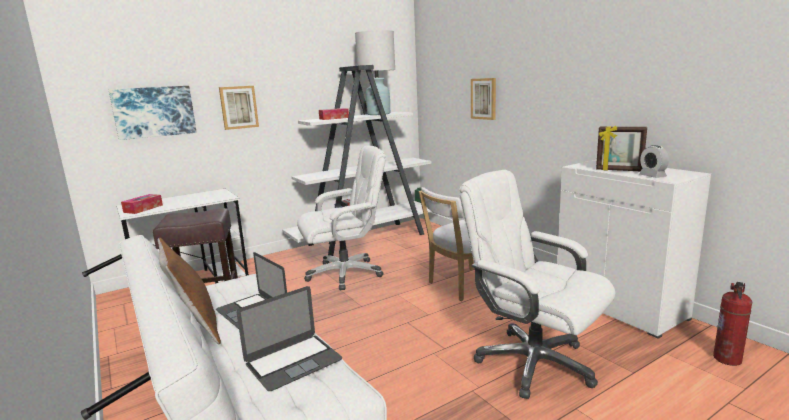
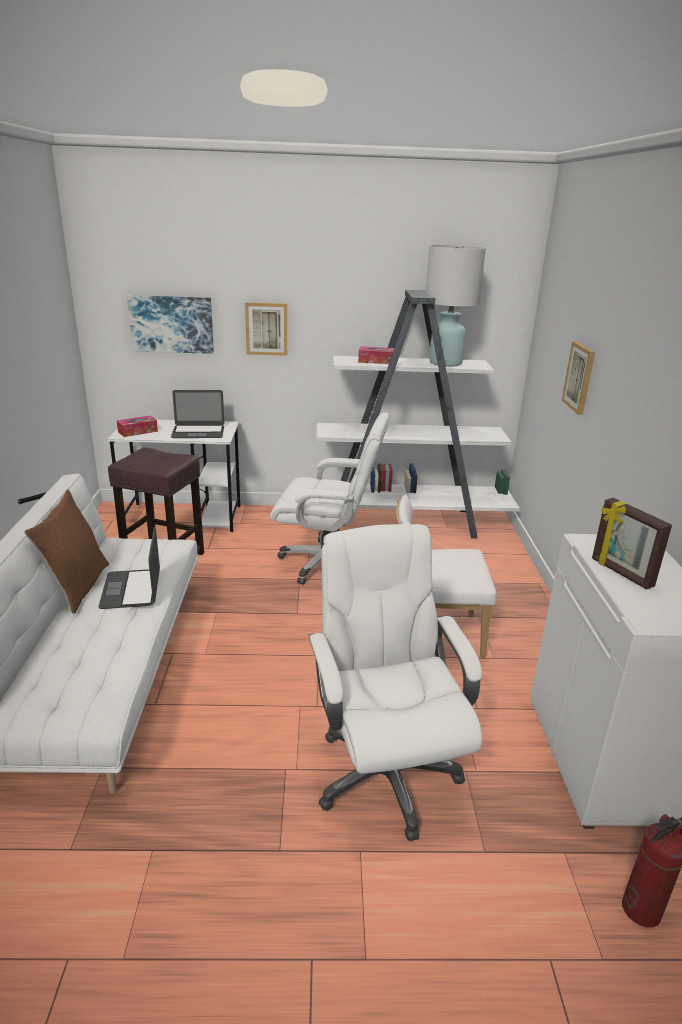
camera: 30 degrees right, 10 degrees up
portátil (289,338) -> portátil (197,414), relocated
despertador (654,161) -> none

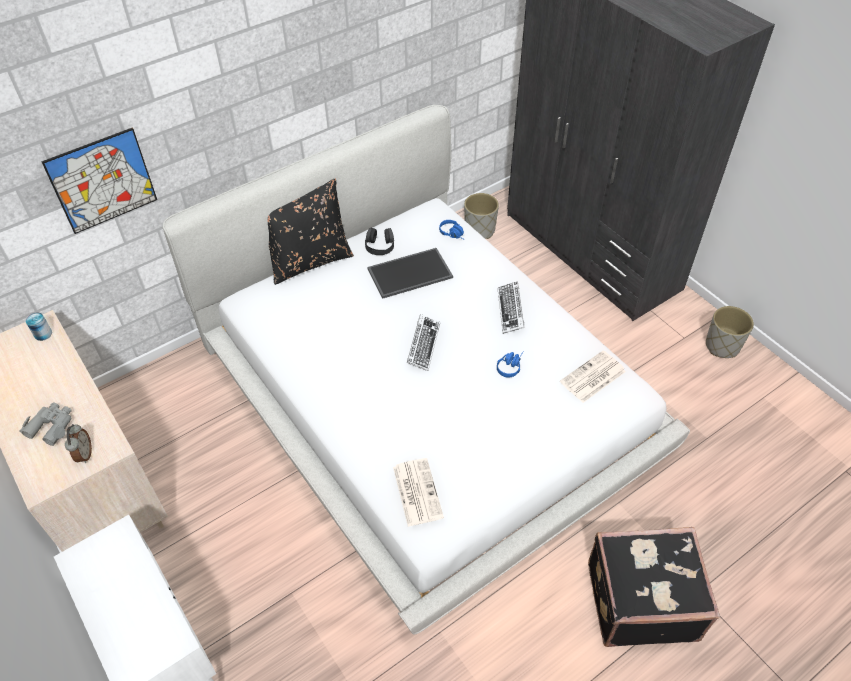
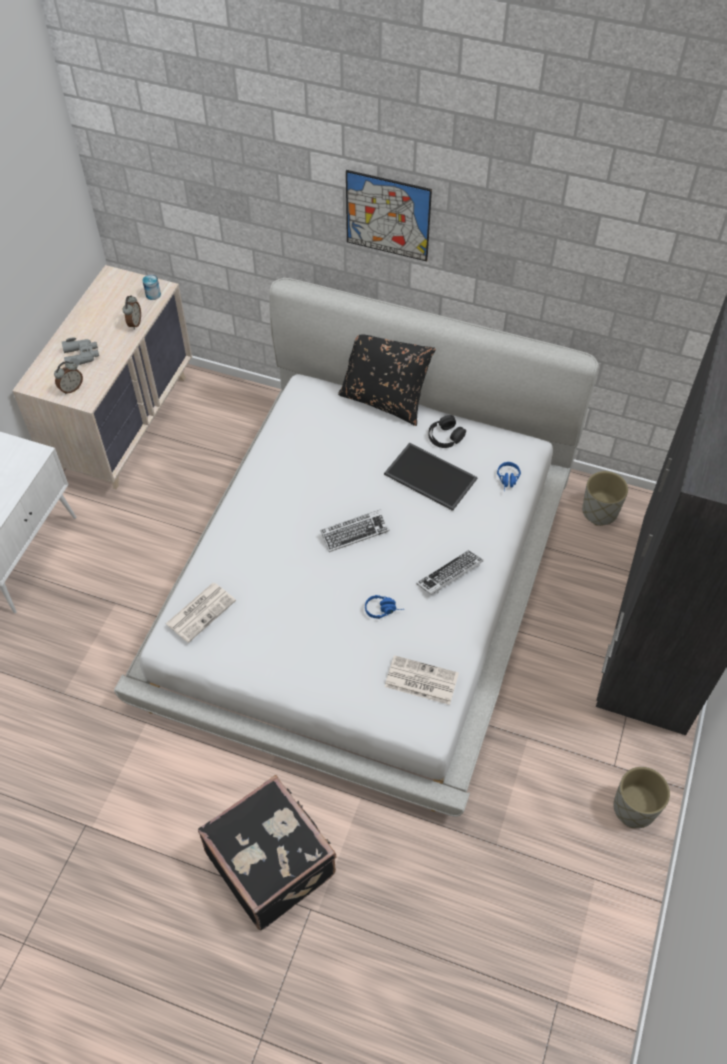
camera: 55 degrees right, 5 degrees up
cuadro (99,181) -> cuadro (389,215), relocated
none -> despertador (132,312)

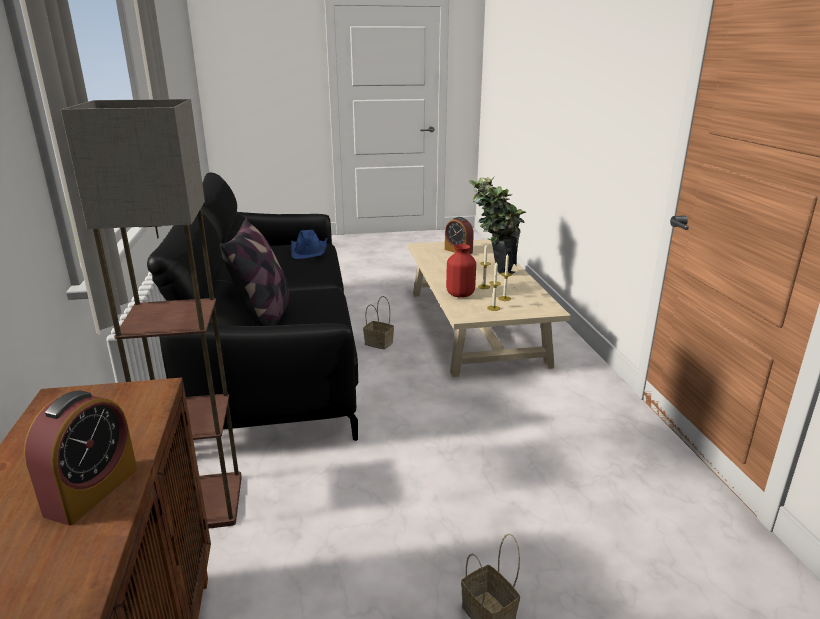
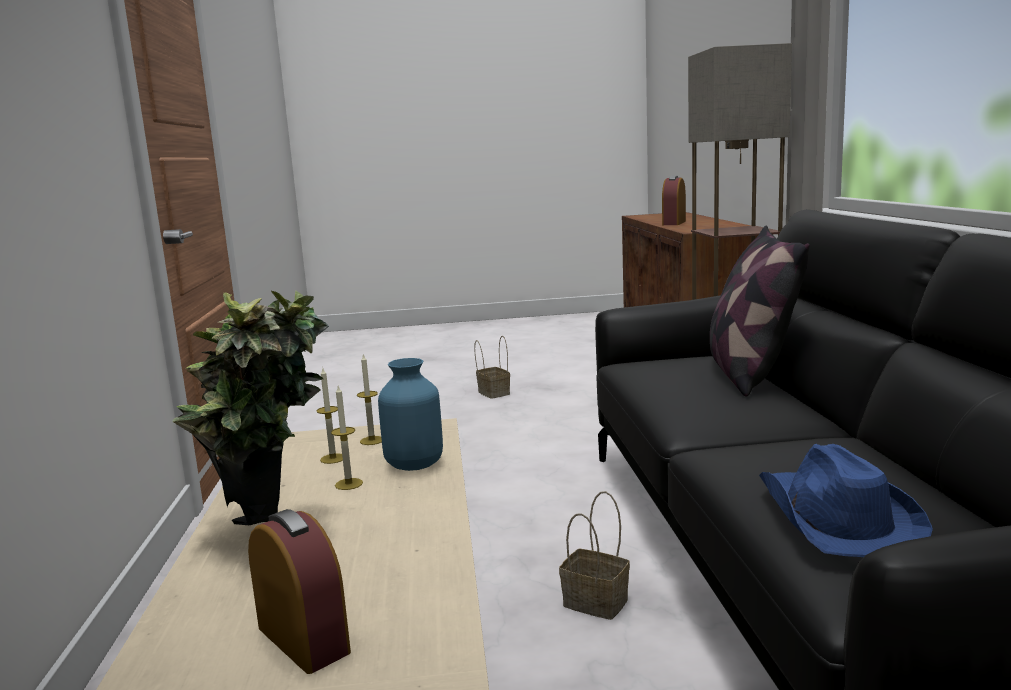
camera: 175 degrees left, 10 degrees down
florero [rojo] (461,271) -> florero [azul] (410,414)

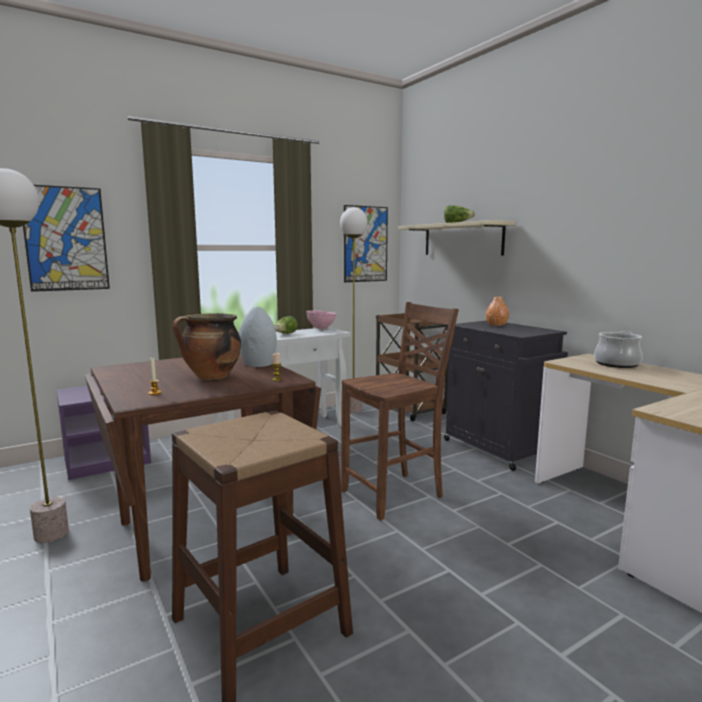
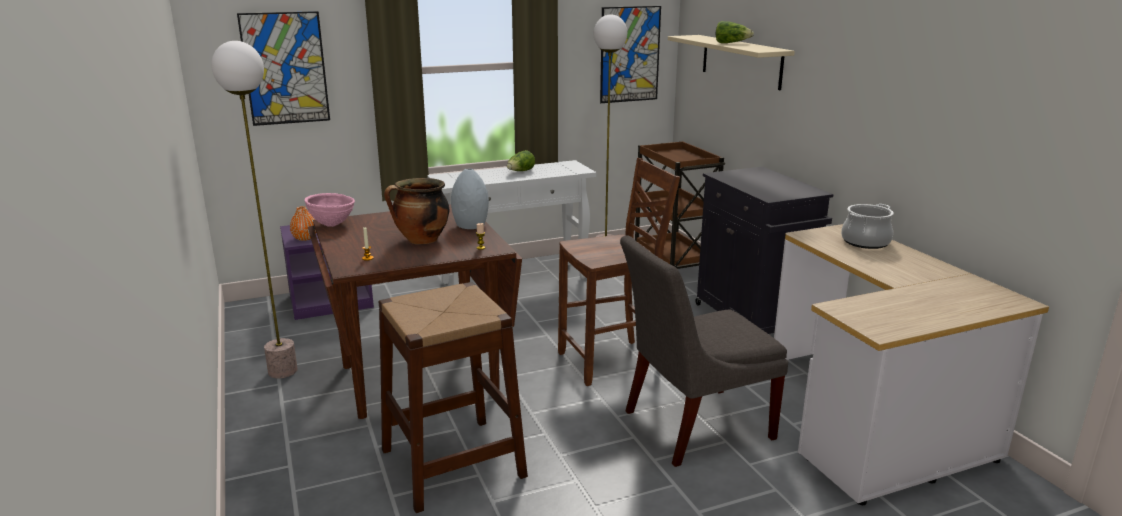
camera: 10 degrees right, 10 degrees up
cuenco [rosa] (321,319) -> cuenco [rosa] (330,210), relocated
florero [naranja] (497,311) -> florero [naranja] (303,223), relocated
none -> silla [gris] (704,351)

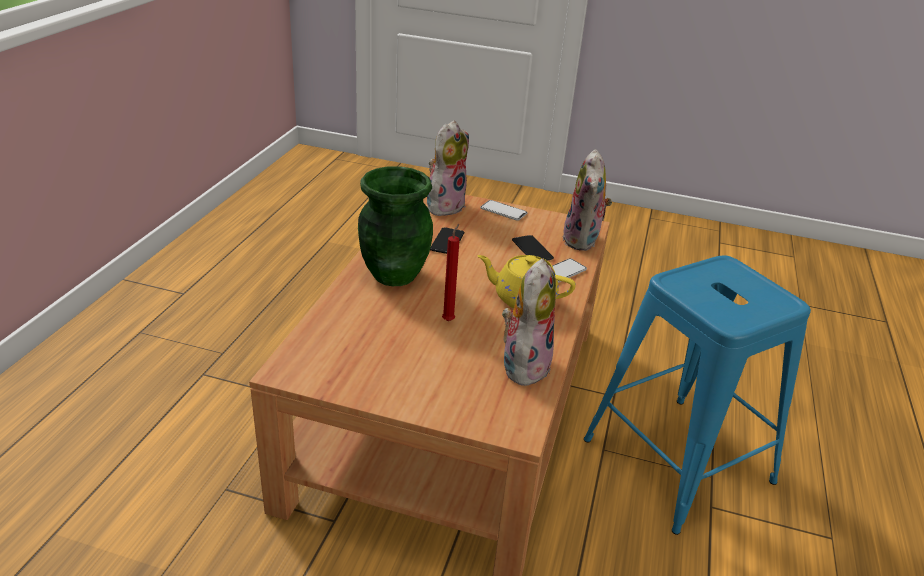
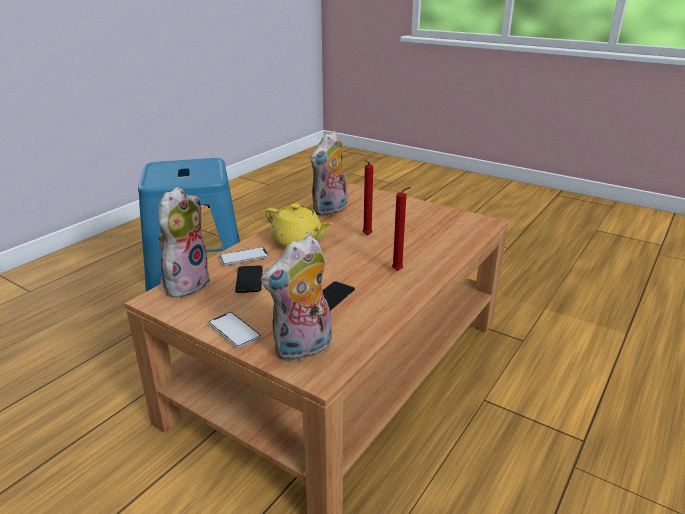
camera: 160 degrees left, 5 degrees down
florero [verde] (395,226) -> vela [rojo] (401,229)

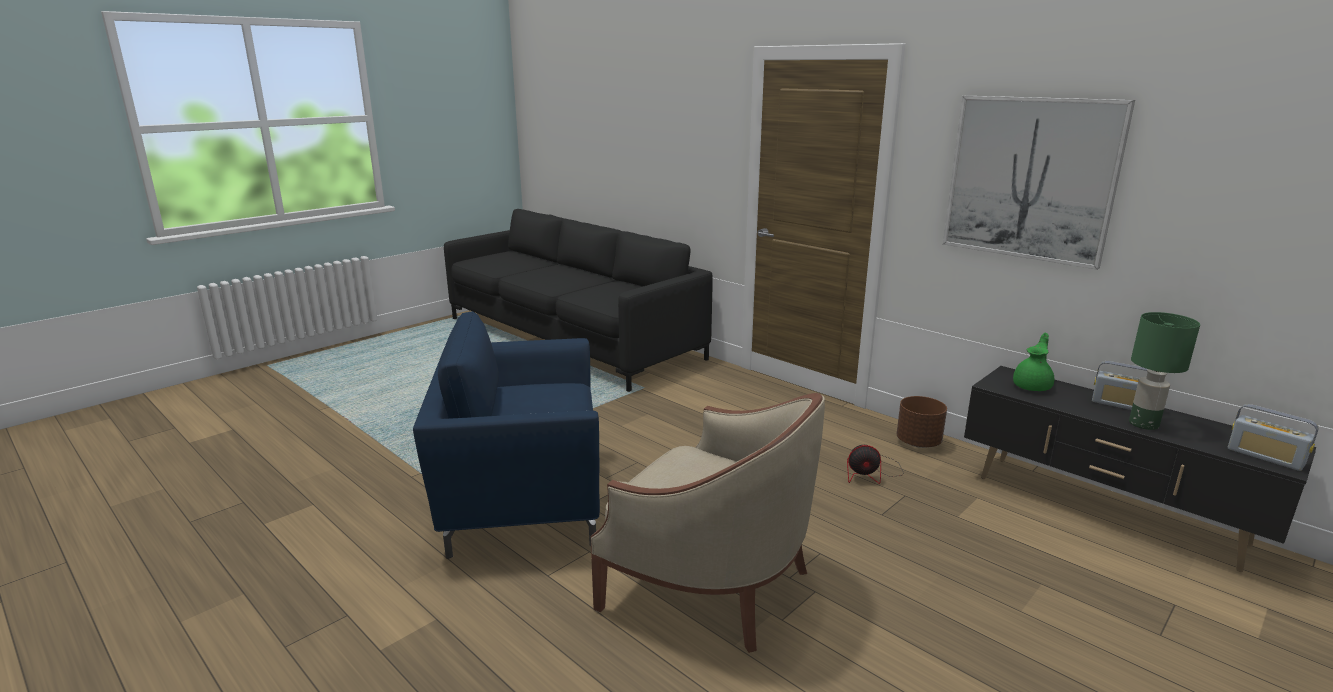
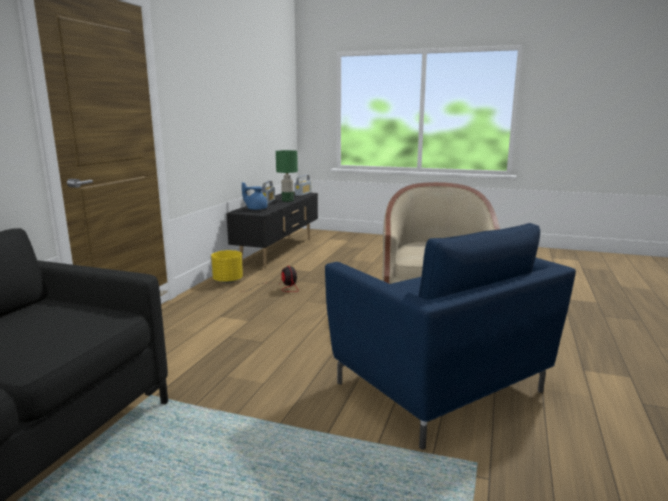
camera: 115 degrees left, 5 degrees down
maceta [marrón] (922,422) -> maceta [amarillo] (227,266)
cuadro (1039,183) -> none
tetera [verde] (1033,362) -> tetera [azul] (255,196)

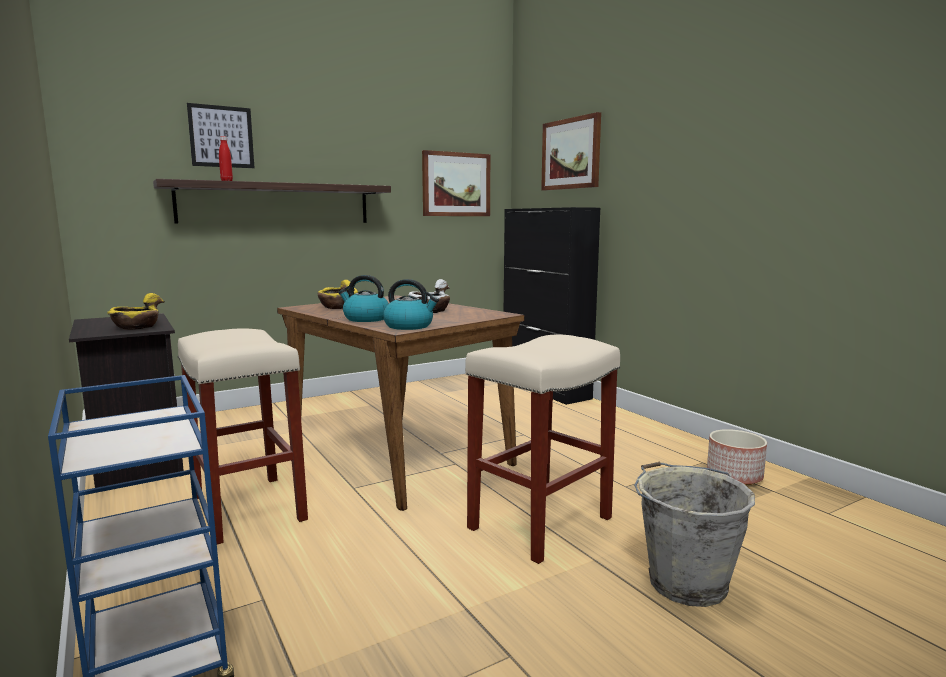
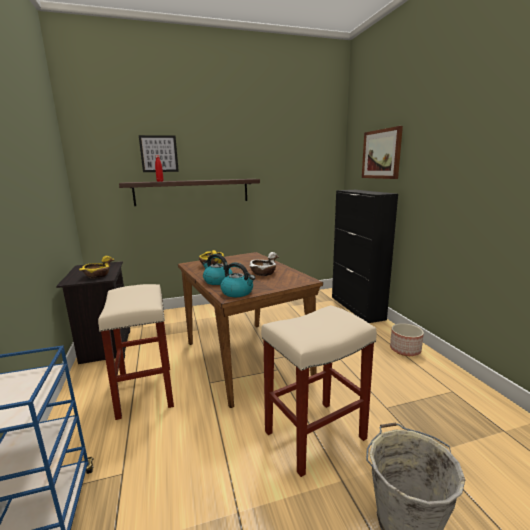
camera: 15 degrees right, 5 degrees up
cuadro (456,183) -> none
maceta (737,457) -> maceta (407,339), relocated

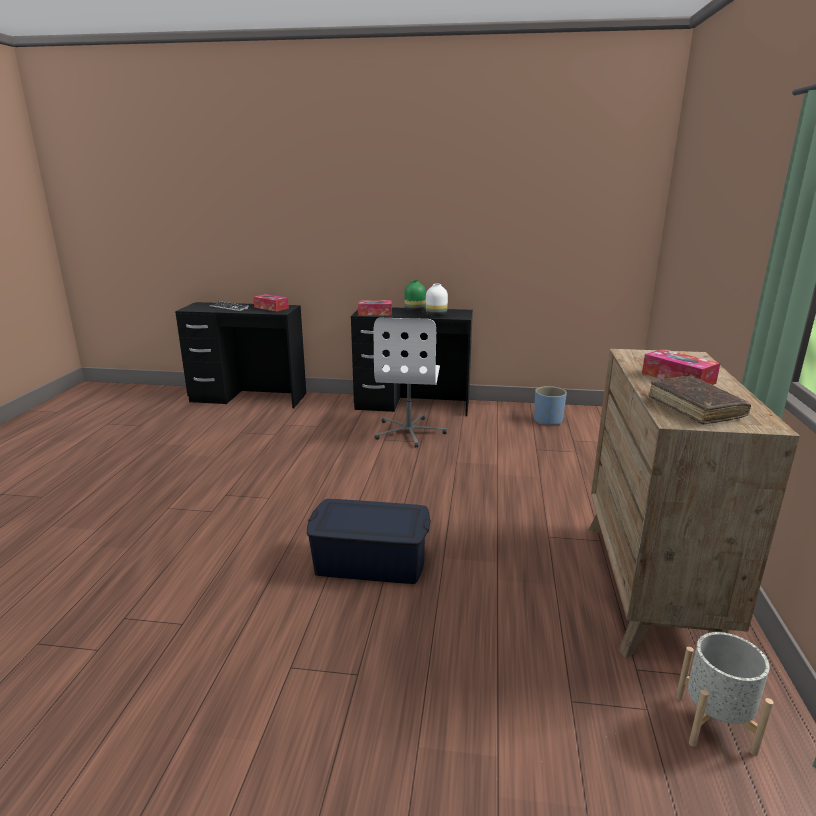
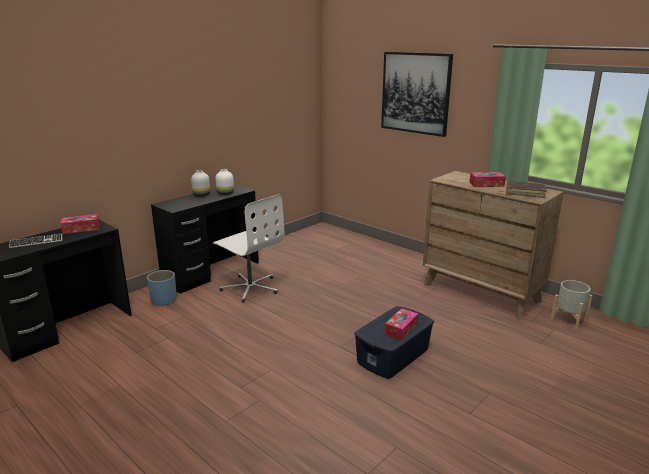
camera: 55 degrees left, 0 degrees up
caja de pañuelos (375,308) -> caja de pañuelos (401,324), relocated
florero [verde] (415,296) -> florero [blanco] (200,183)
maceta [azul] (550,405) -> maceta [azul] (162,288), relocated
none -> cuadro (417,94)

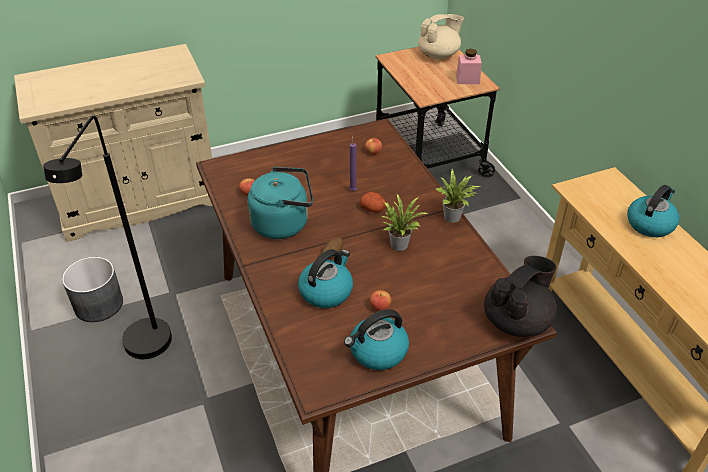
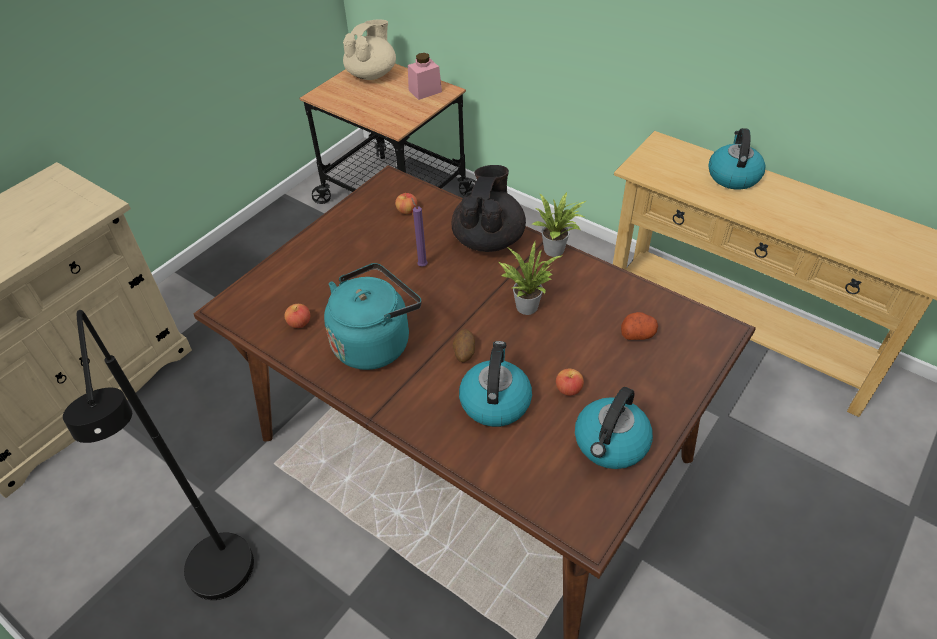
camera: 30 degrees left, 5 degrees up
maceta [gris] (92,289) -> none
patata (373,202) -> patata (639,326), relocated
tetera [negro] (520,296) -> tetera [negro] (489,208), relocated

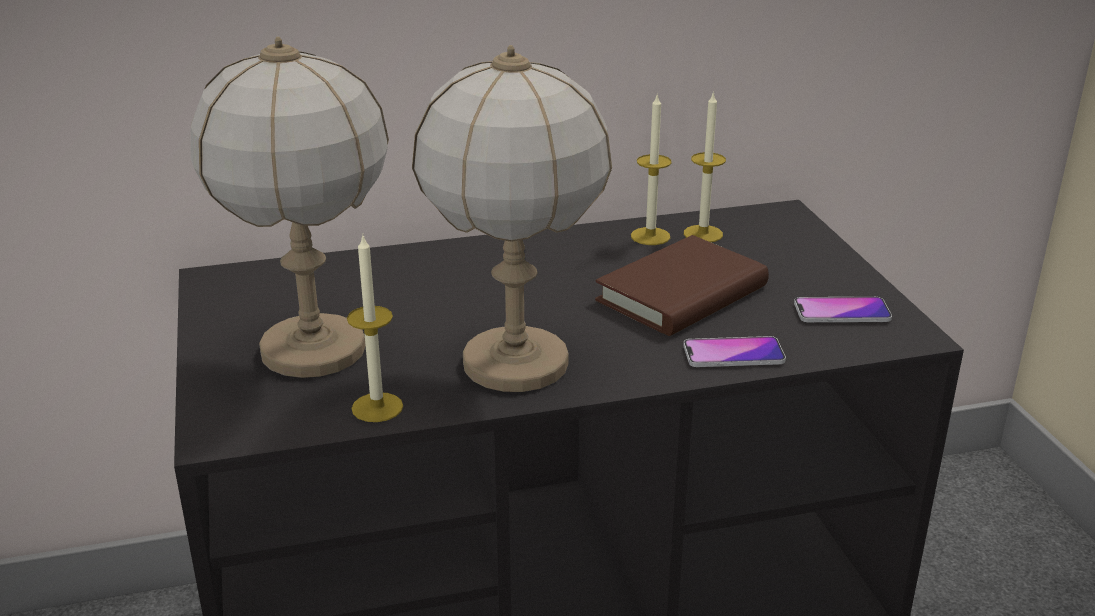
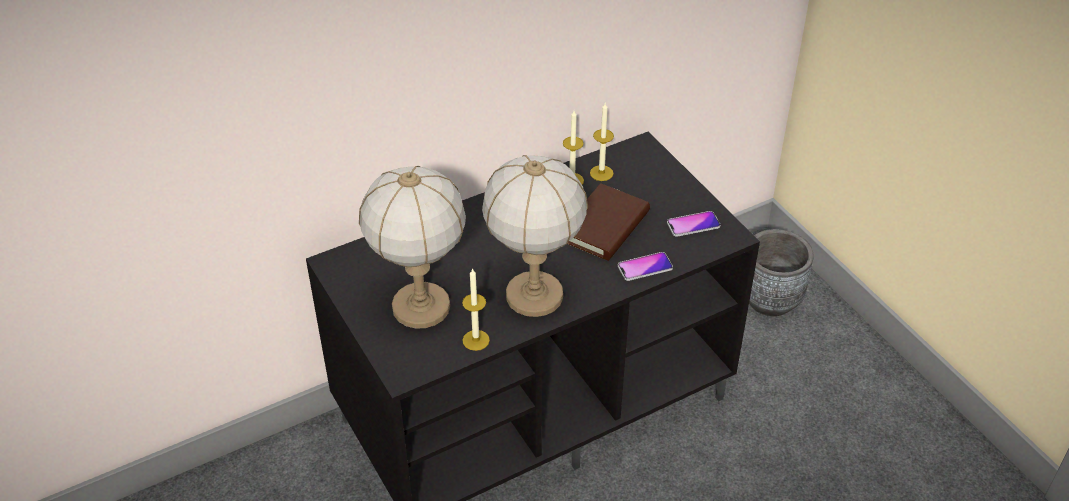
camera: 15 degrees left, 15 degrees up
none -> maceta [gris] (781,272)

